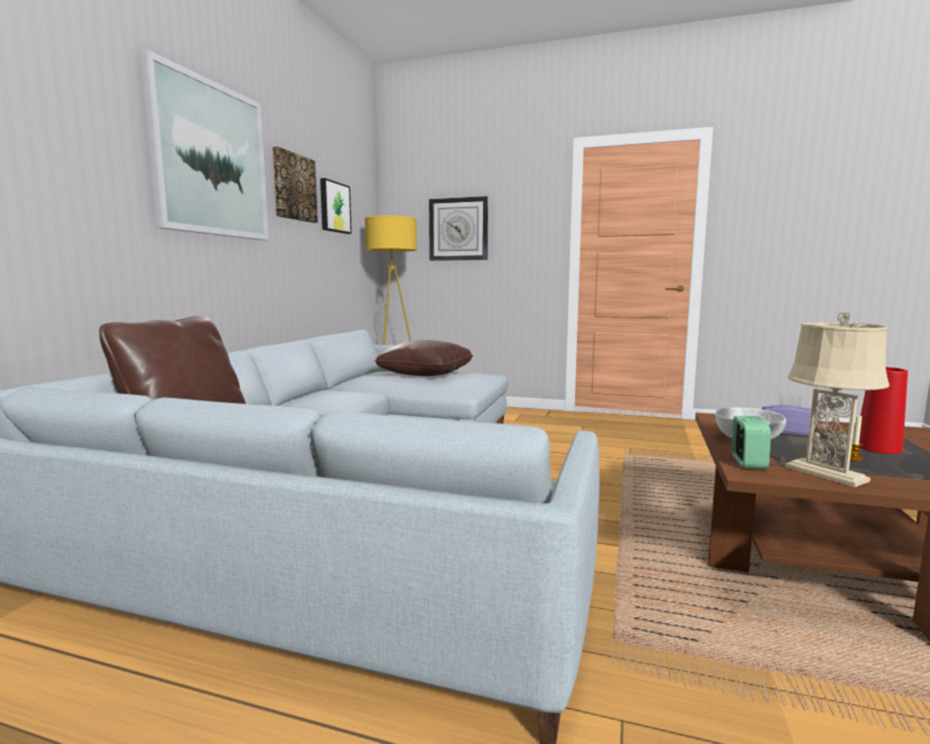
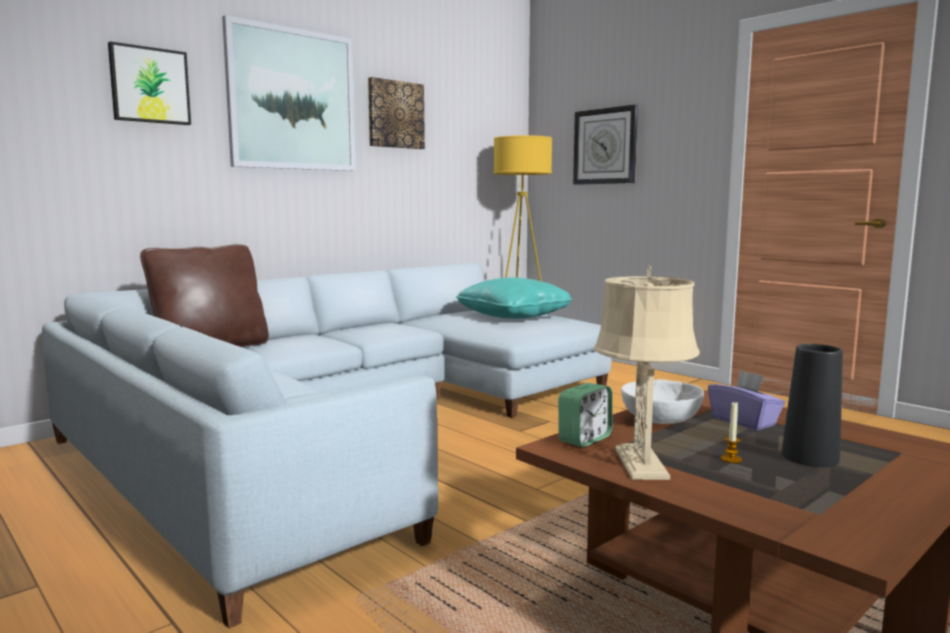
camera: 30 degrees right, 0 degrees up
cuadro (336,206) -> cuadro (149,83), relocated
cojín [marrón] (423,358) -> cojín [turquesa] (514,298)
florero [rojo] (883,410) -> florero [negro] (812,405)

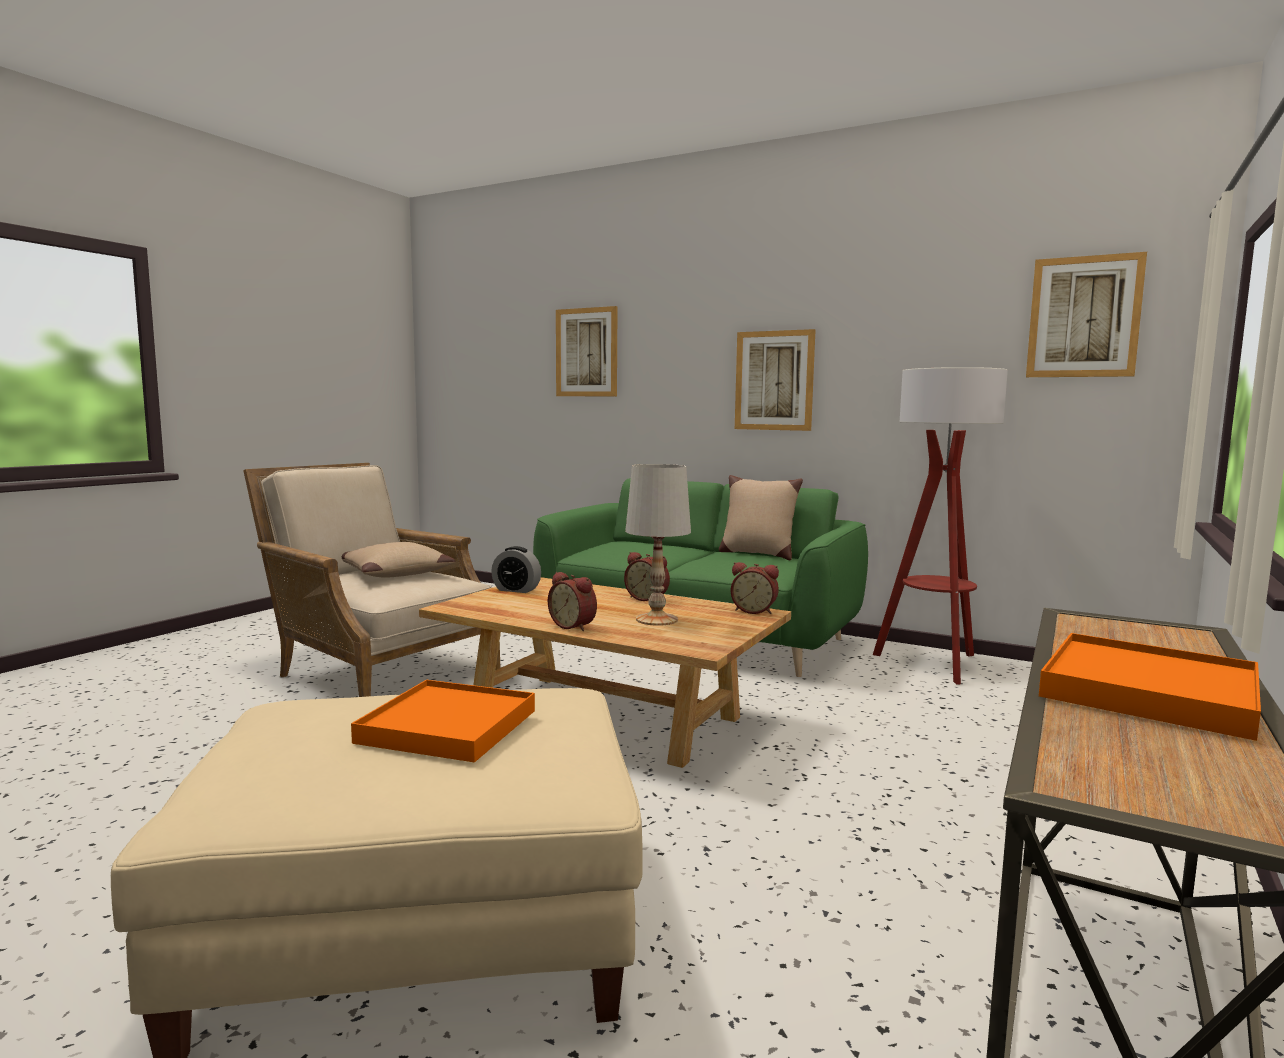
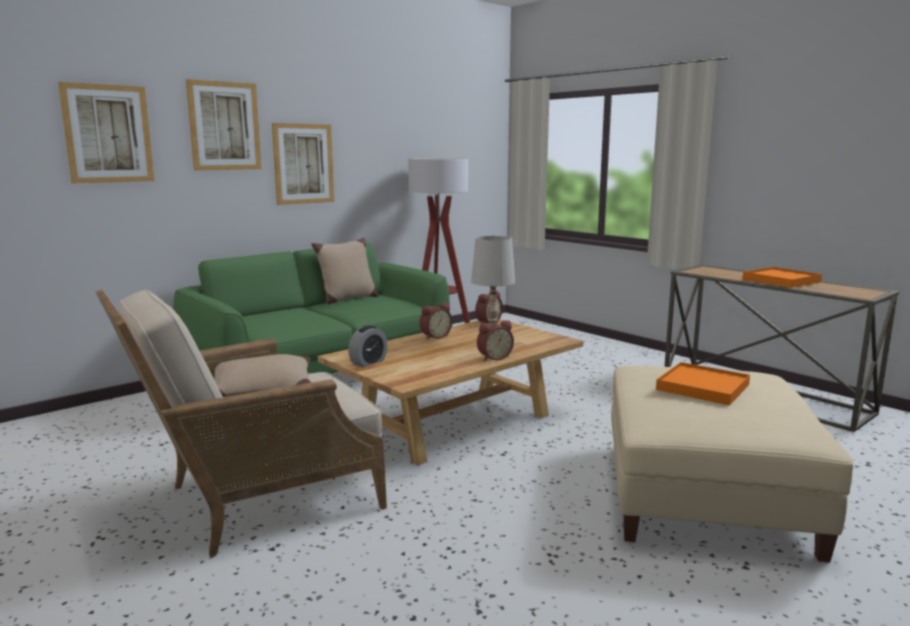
camera: 70 degrees left, 5 degrees up
cuadro (1086,314) -> cuadro (224,125), relocated

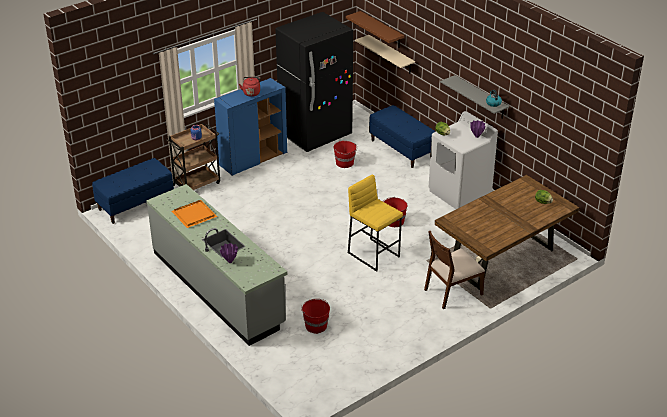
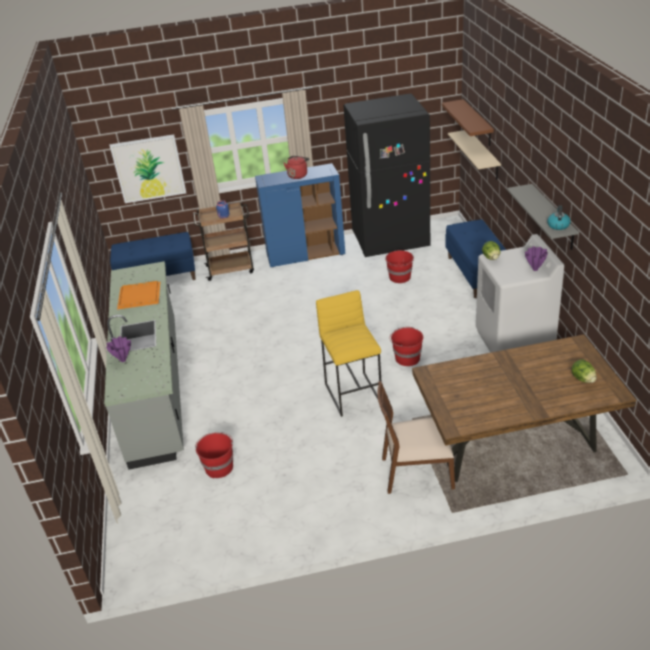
camera: 30 degrees right, 0 degrees up
none -> cuadro (148,168)

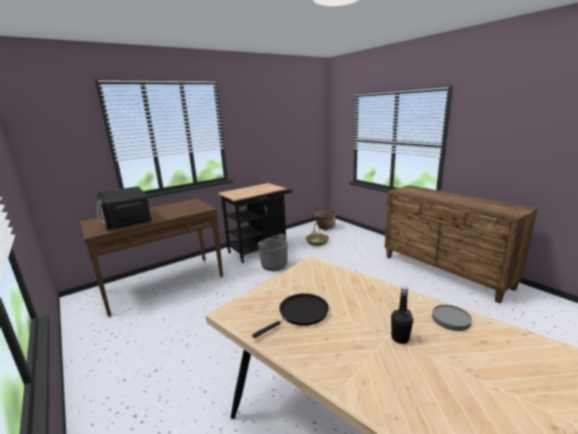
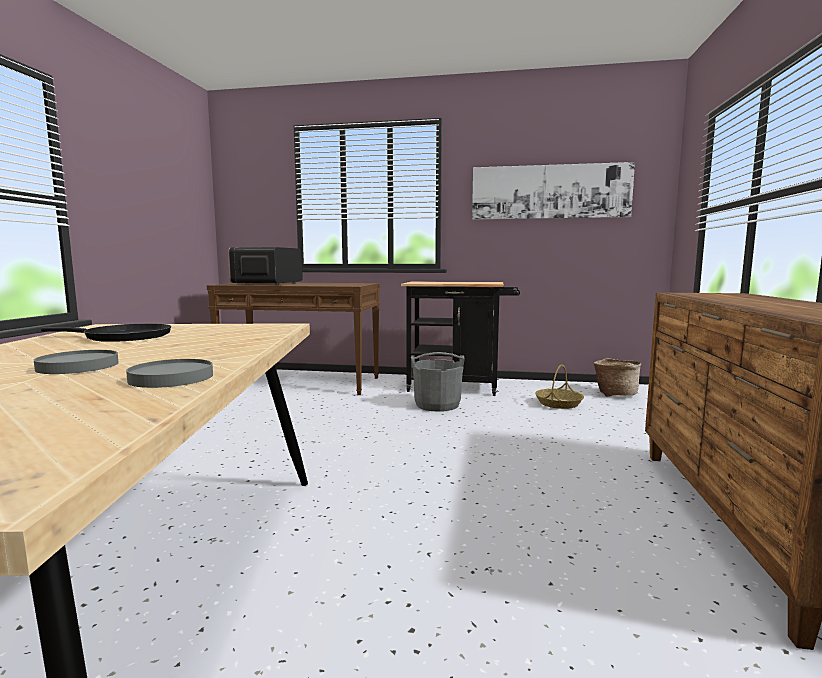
camera: 45 degrees right, 10 degrees down
botella [negro] (402,315) -> plato [gris] (76,362)
none -> cuadro (553,191)

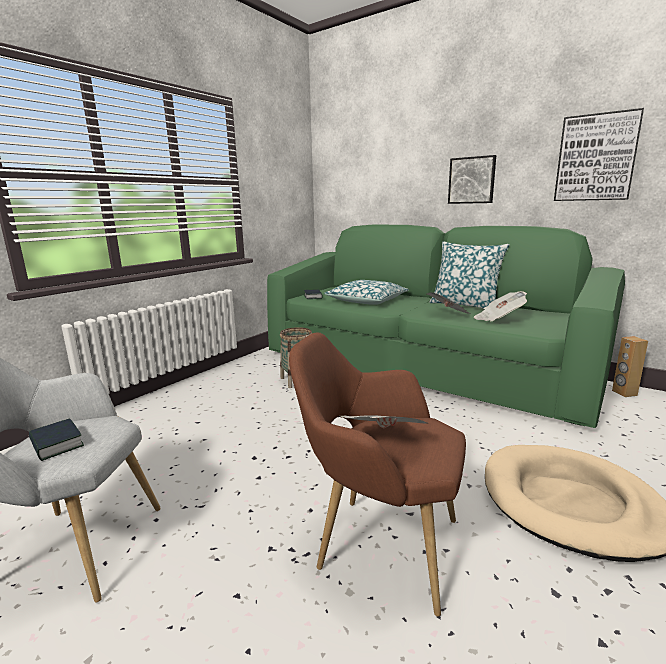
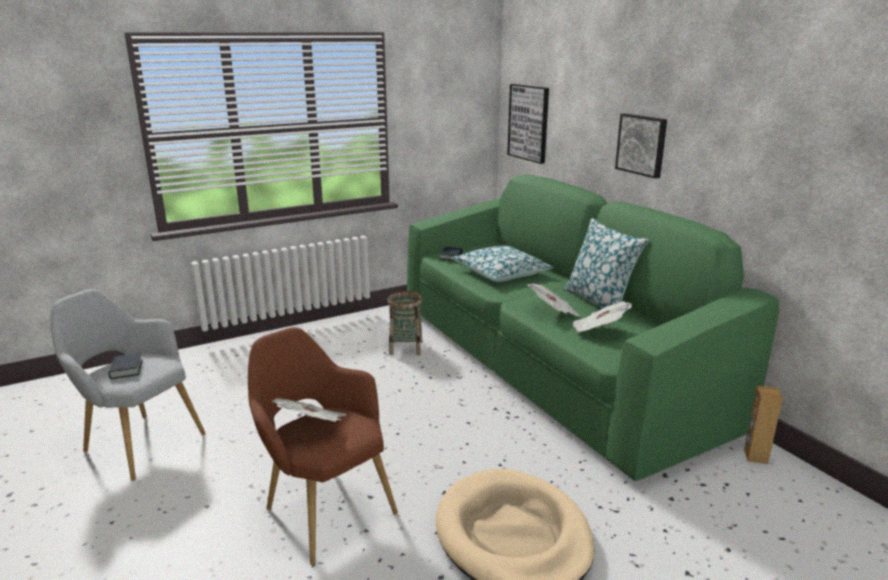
camera: 25 degrees right, 5 degrees up
cuadro (599,154) -> cuadro (528,124), relocated

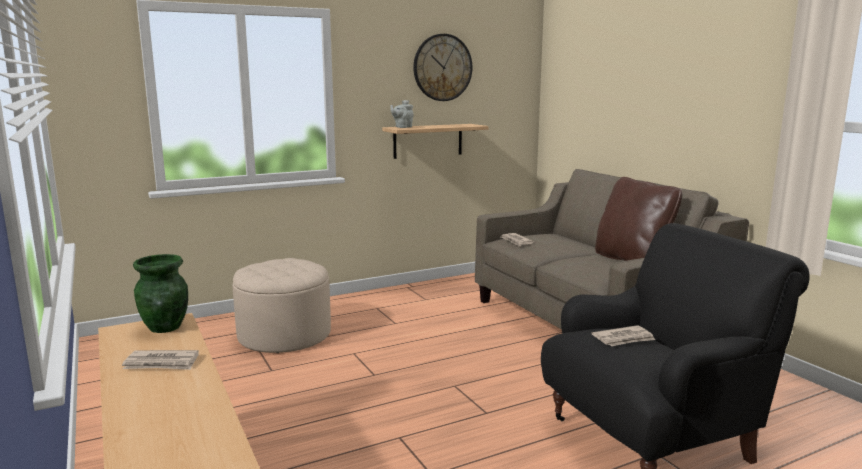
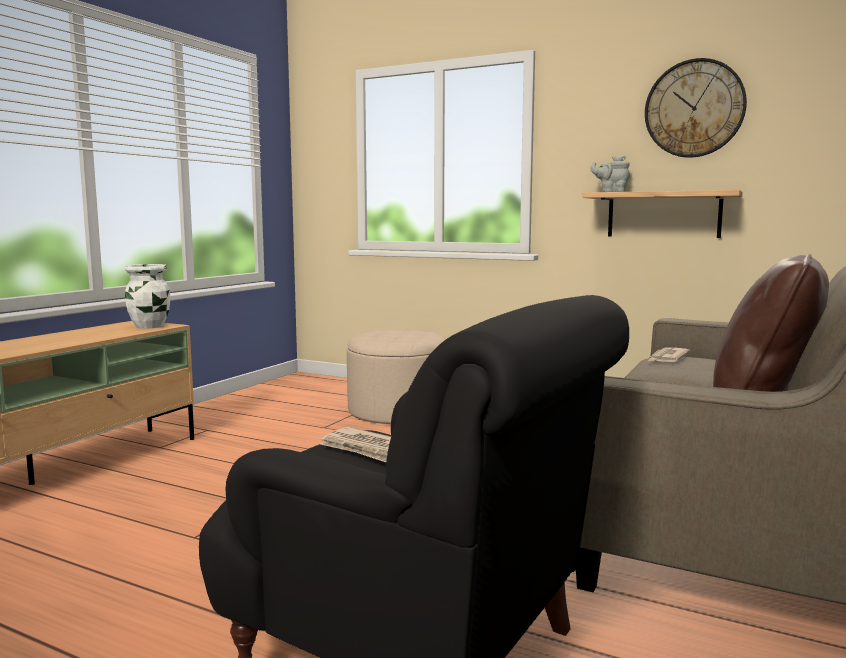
camera: 55 degrees right, 5 degrees down
periódico (160,360) -> none
florero [verde] (160,293) -> florero [blanco] (147,296)

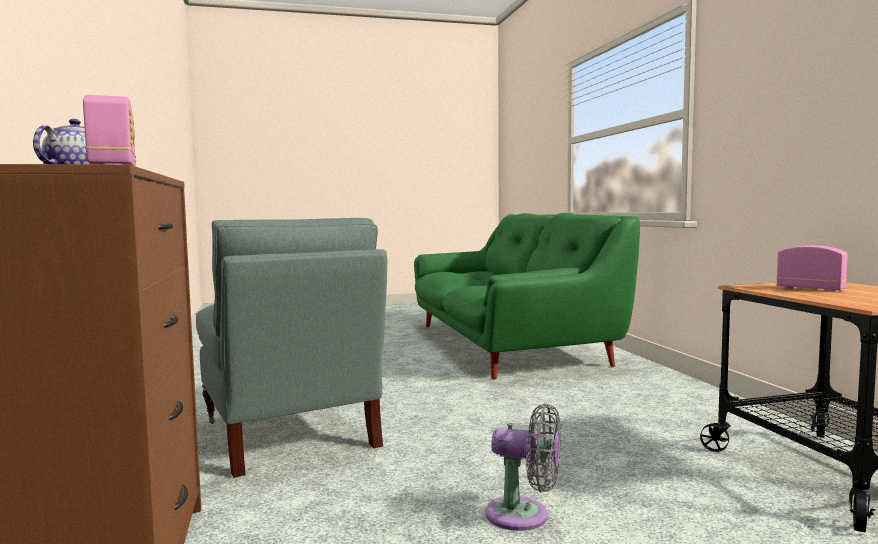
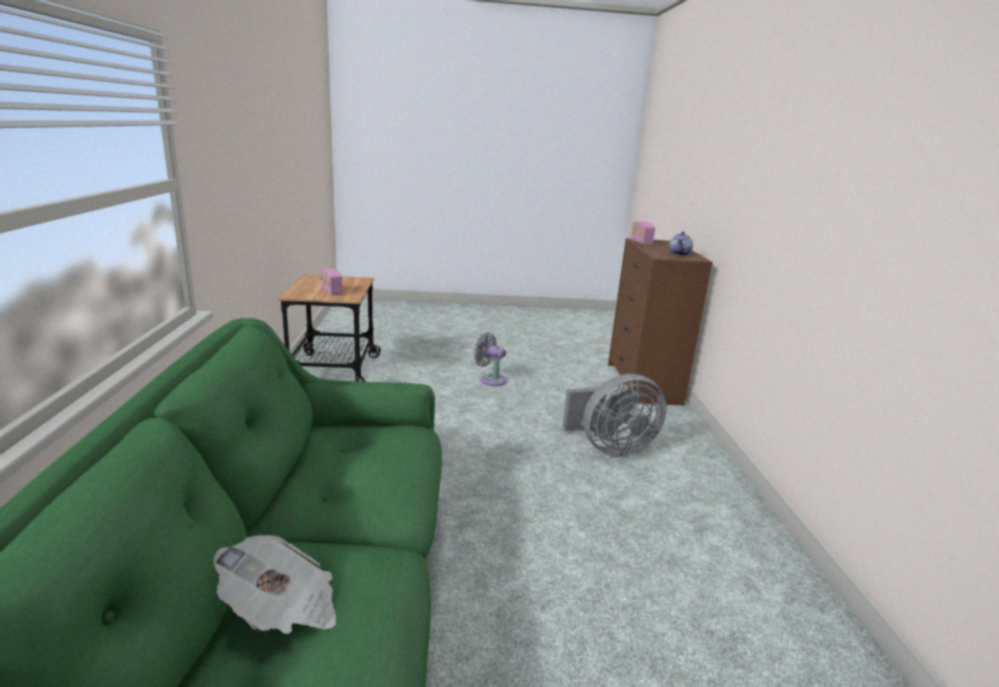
camera: 170 degrees left, 15 degrees up
sillón [gris] (291,348) -> ventilador [gris] (615,415)
none -> periódico (274,584)

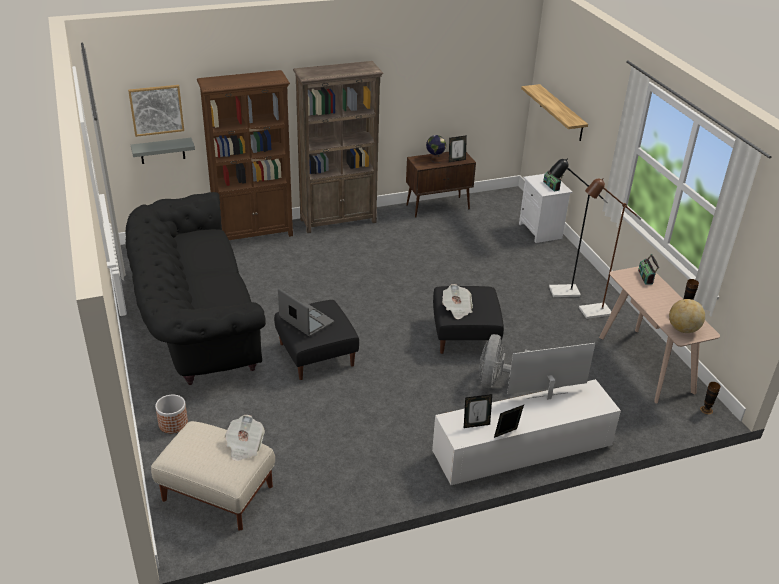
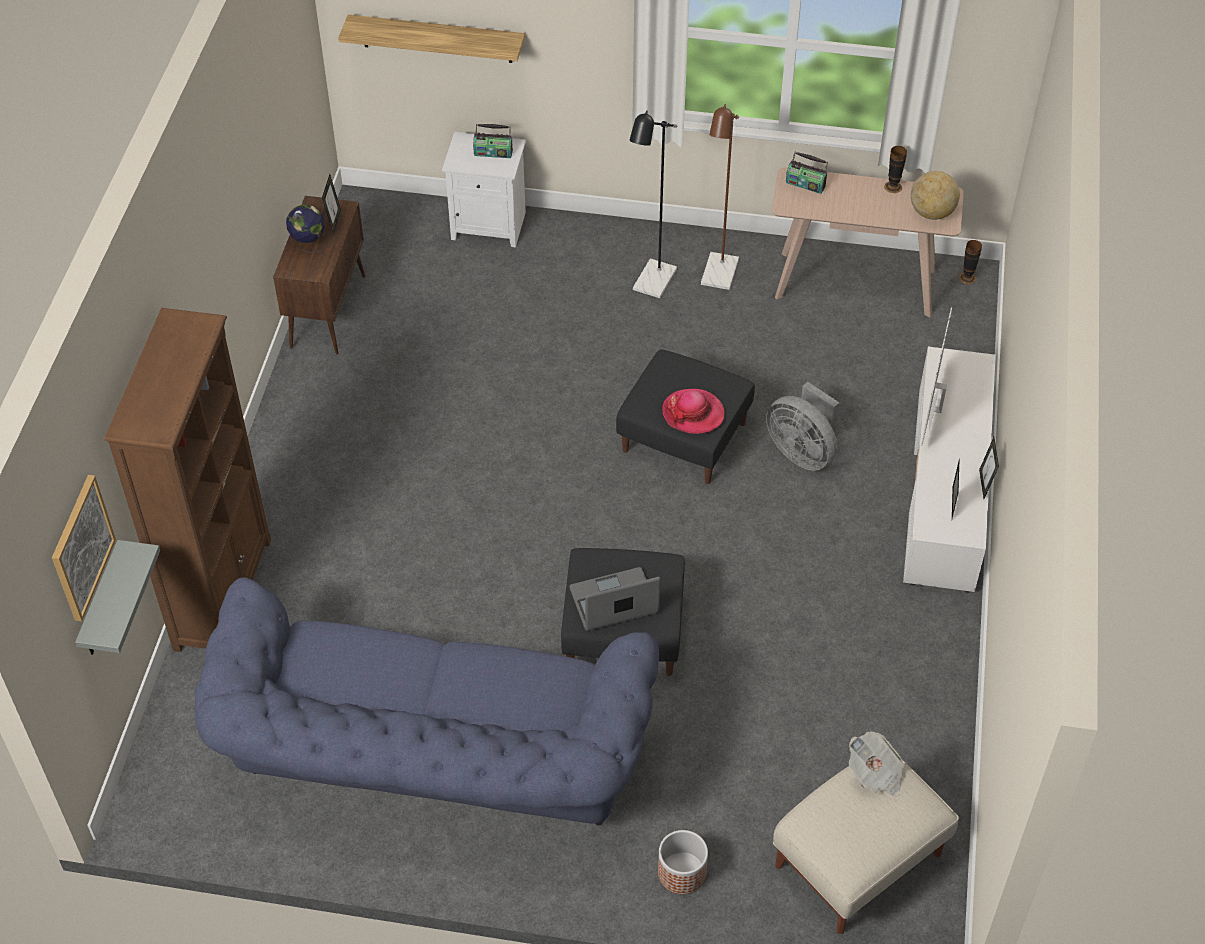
camera: 60 degrees left, 15 degrees up
sofá [negro] (196,288) -> sofá [azul] (427,701)
estantería [marrón] (338,147) -> none
periódico (457,301) -> sombrero (693,411)

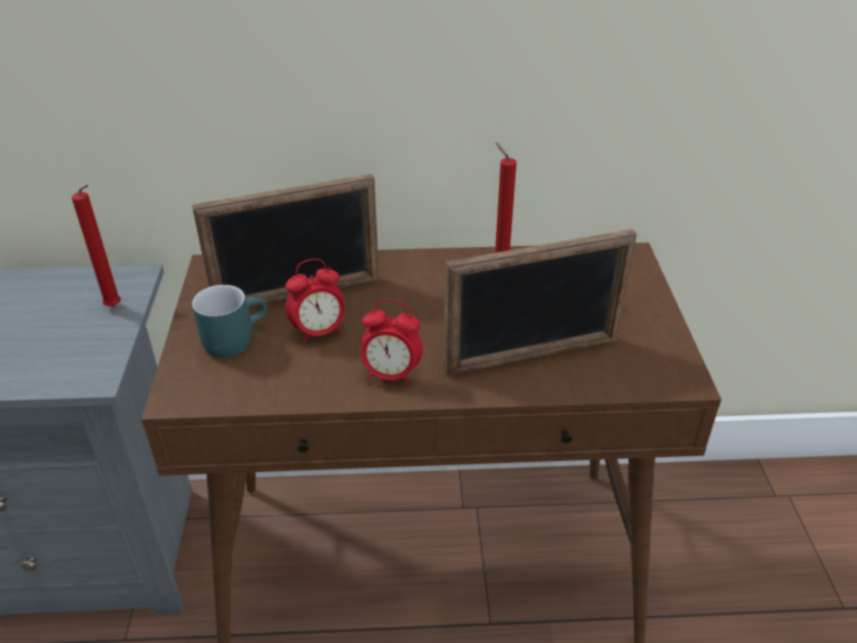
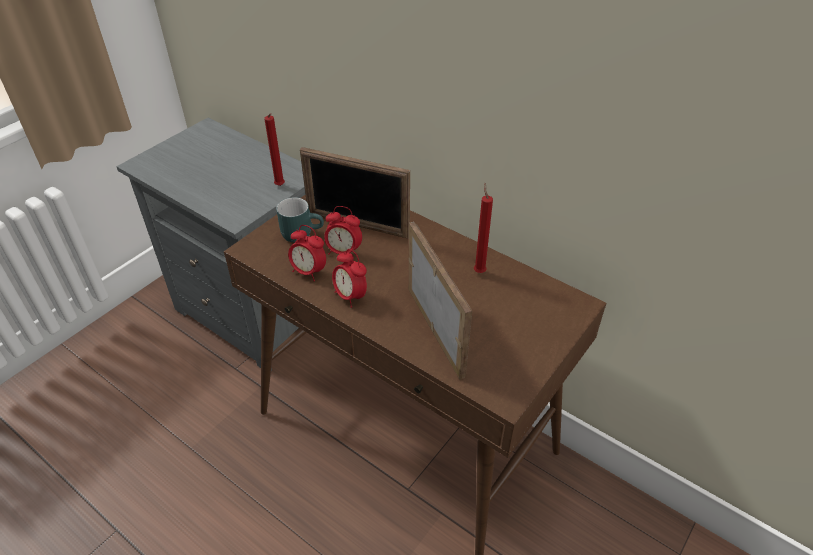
camera: 40 degrees right, 5 degrees up
portarretratos (540,302) -> portarretratos (441,301), 135 degrees counterclockwise
none -> despertador (307,253)

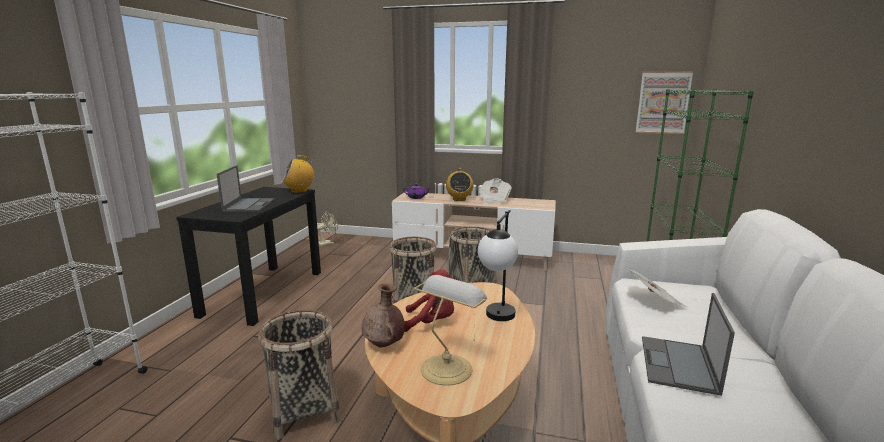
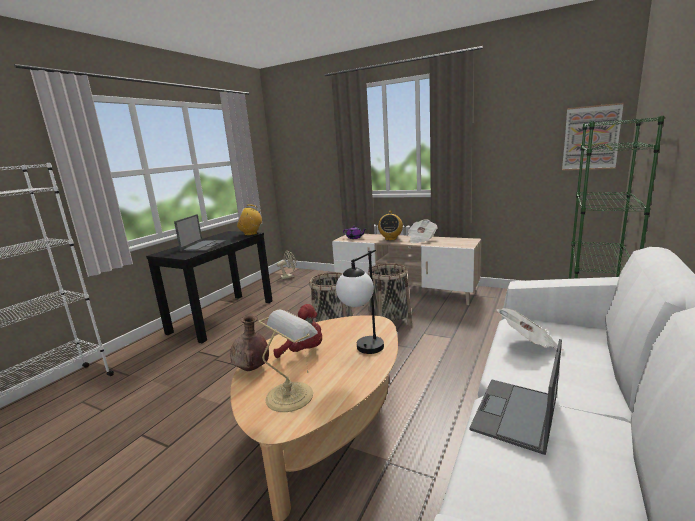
camera: 15 degrees right, 0 degrees up
cesta (299,374) -> none

